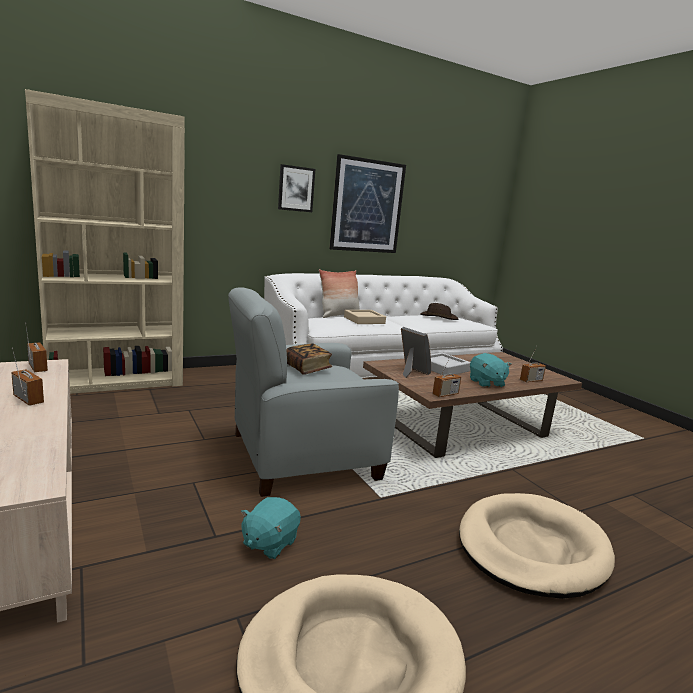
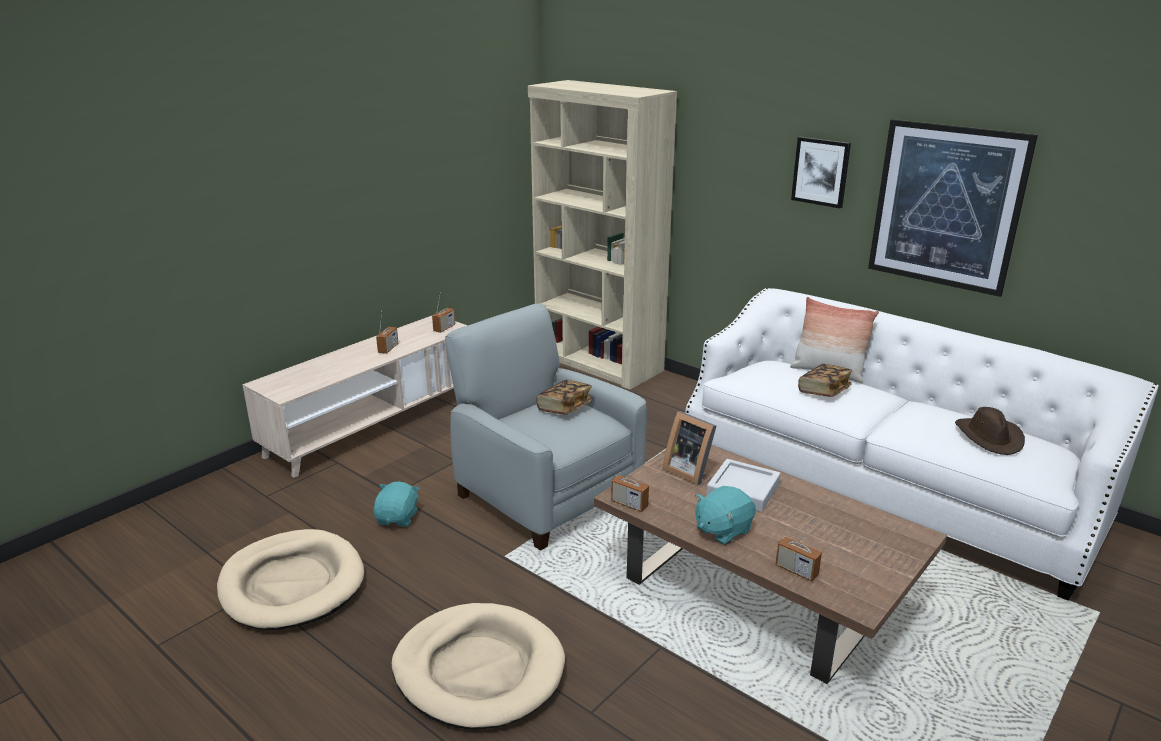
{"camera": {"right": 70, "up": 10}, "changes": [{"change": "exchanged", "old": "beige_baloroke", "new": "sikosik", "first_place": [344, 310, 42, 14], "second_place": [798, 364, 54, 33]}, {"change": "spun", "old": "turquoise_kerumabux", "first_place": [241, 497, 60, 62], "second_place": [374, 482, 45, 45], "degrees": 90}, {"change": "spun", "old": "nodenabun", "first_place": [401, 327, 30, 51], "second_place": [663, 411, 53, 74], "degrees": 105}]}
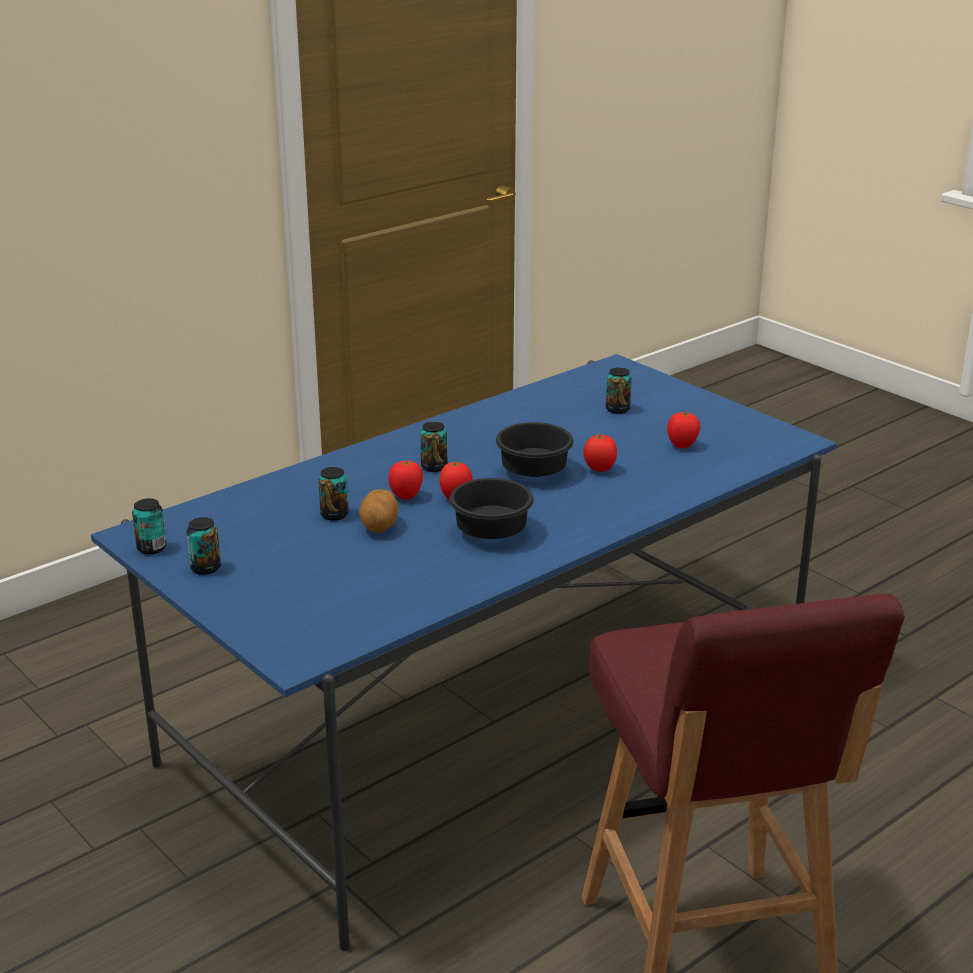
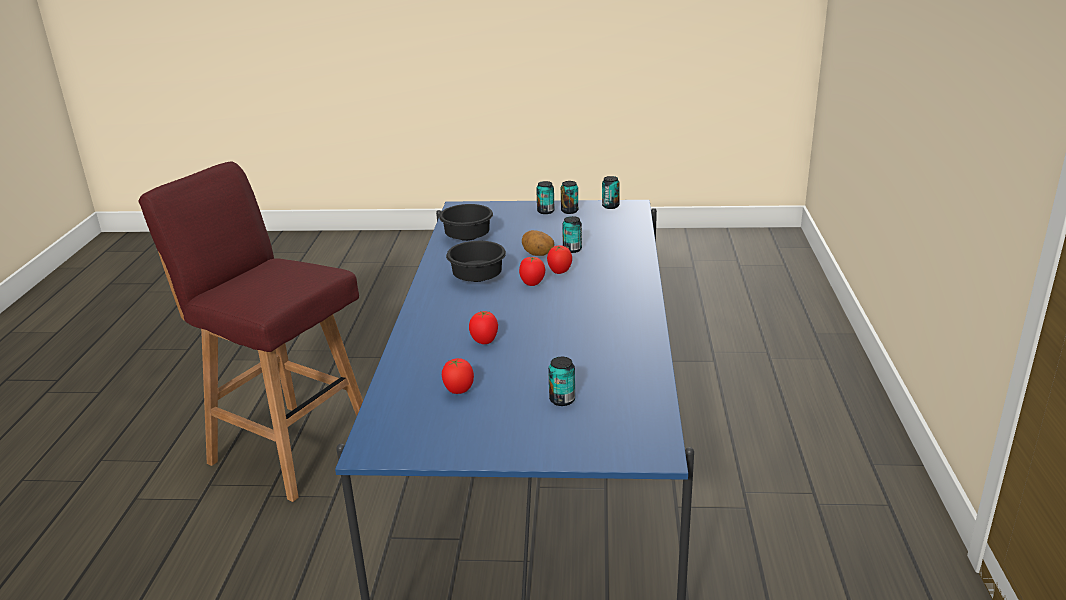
{"camera": {"right": 135, "up": 0}, "changes": [{"change": "relocated", "old": "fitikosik", "first_place": [420, 422, 27, 50], "second_place": [536, 181, 19, 33]}, {"change": "relocated", "old": "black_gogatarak", "first_place": [496, 422, 78, 55], "second_place": [439, 204, 54, 37]}]}
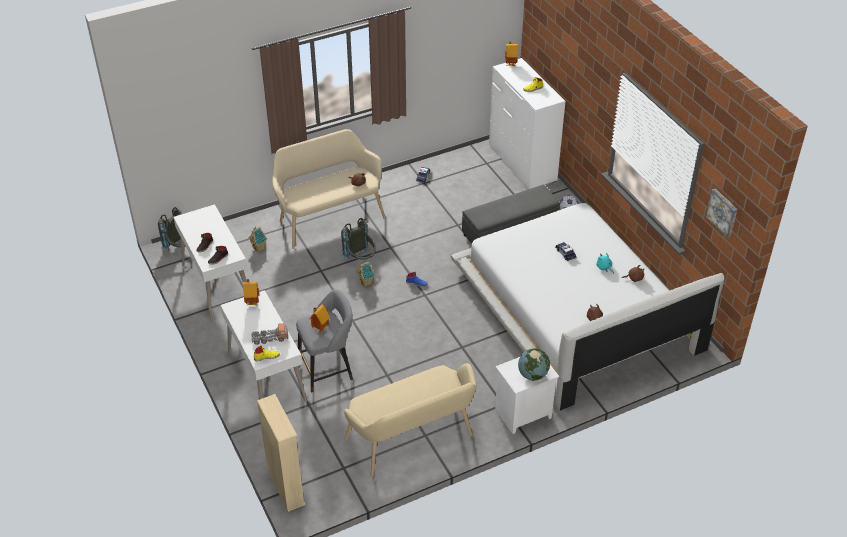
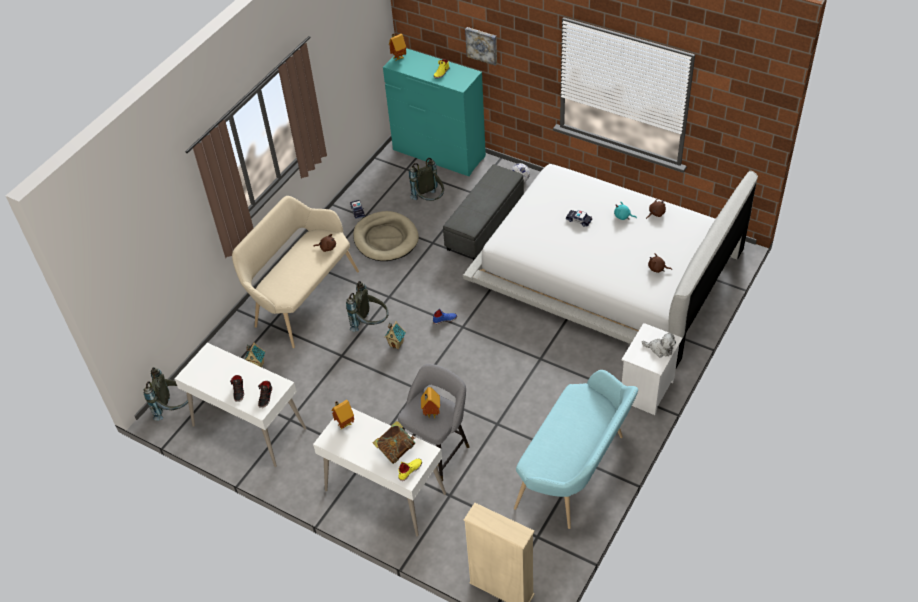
{"camera": {"right": -30, "up": 5}, "changes": [{"change": "appeared", "new": "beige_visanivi", "second_place": [353, 211, 66, 50]}, {"change": "appeared", "new": "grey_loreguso", "second_place": [409, 158, 35, 43]}, {"change": "relocated", "old": "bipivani", "first_place": [706, 189, 31, 49], "second_place": [465, 27, 32, 38]}, {"change": "exchanged", "old": "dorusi", "new": "sikosik", "first_place": [251, 323, 37, 22], "second_place": [373, 421, 42, 43]}, {"change": "exchanged", "old": "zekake", "new": "kerumabux", "first_place": [518, 348, 32, 33], "second_place": [642, 333, 34, 25]}, {"change": "colour", "old": "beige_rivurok", "new": "turquoise_rivurok", "first_place": [344, 363, 133, 113], "second_place": [514, 370, 124, 159]}, {"change": "colour", "old": "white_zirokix", "new": "turquoise_zirokix", "first_place": [489, 58, 76, 131], "second_place": [383, 48, 103, 128]}]}
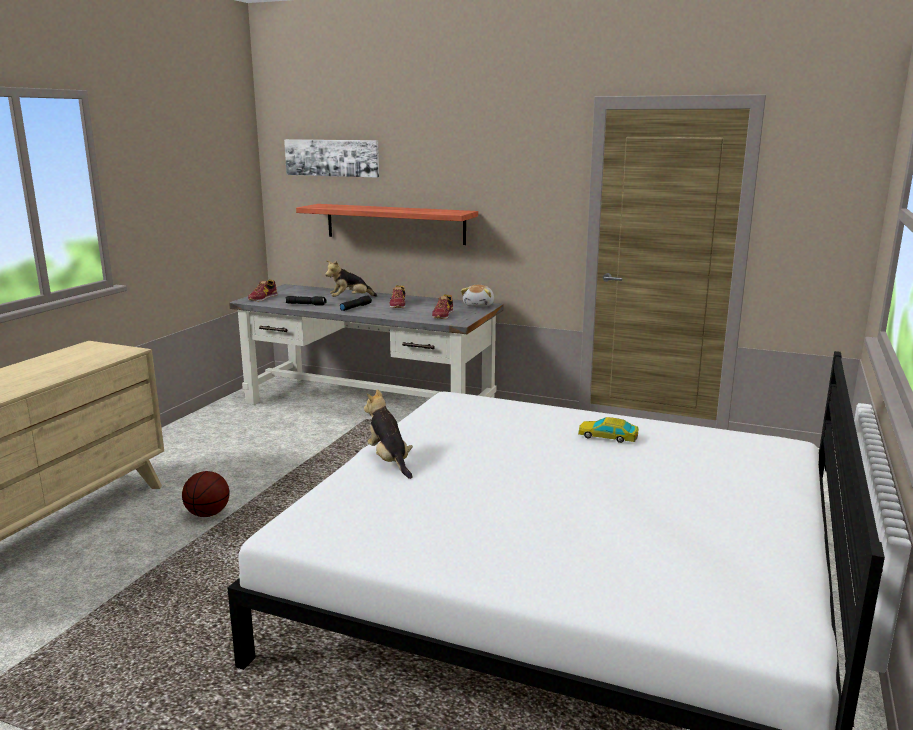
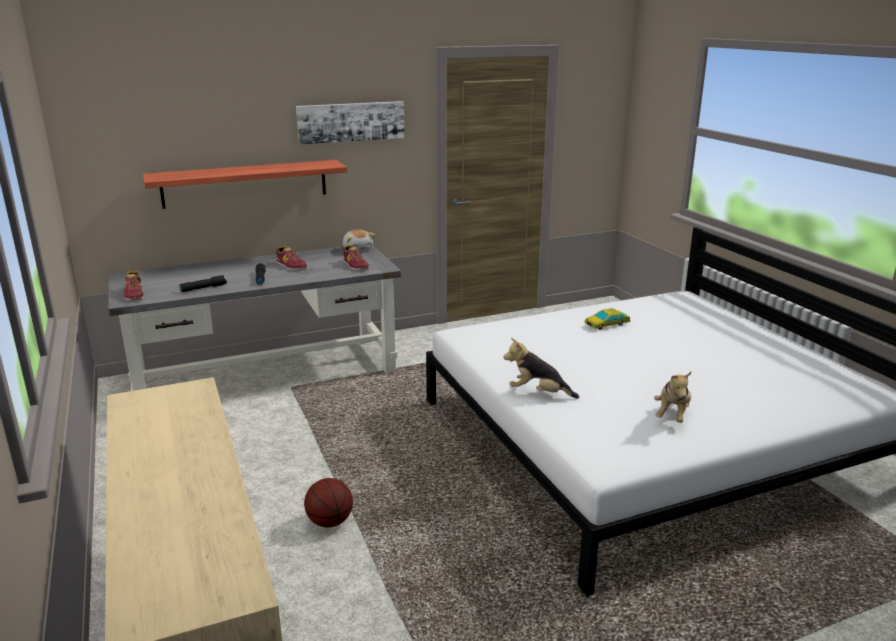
{"camera": {"right": -45, "up": 5}, "changes": [{"change": "relocated", "old": "bipivani", "first_place": [284, 139, 95, 39], "second_place": [296, 101, 108, 44]}, {"change": "relocated", "old": "kerumabux", "first_place": [325, 260, 52, 37], "second_place": [654, 372, 37, 51]}]}
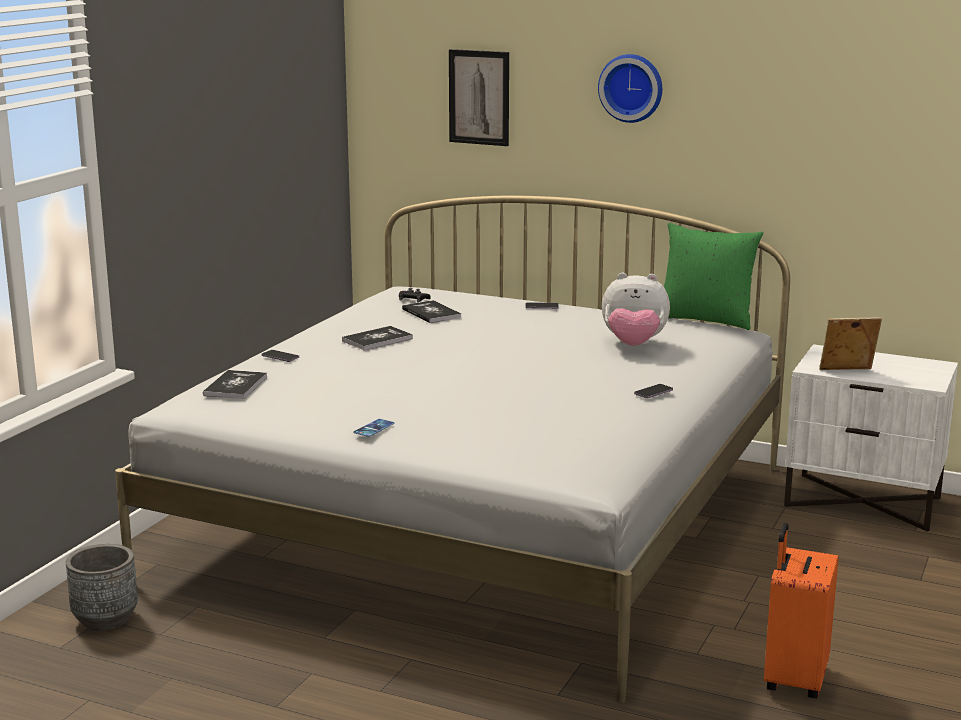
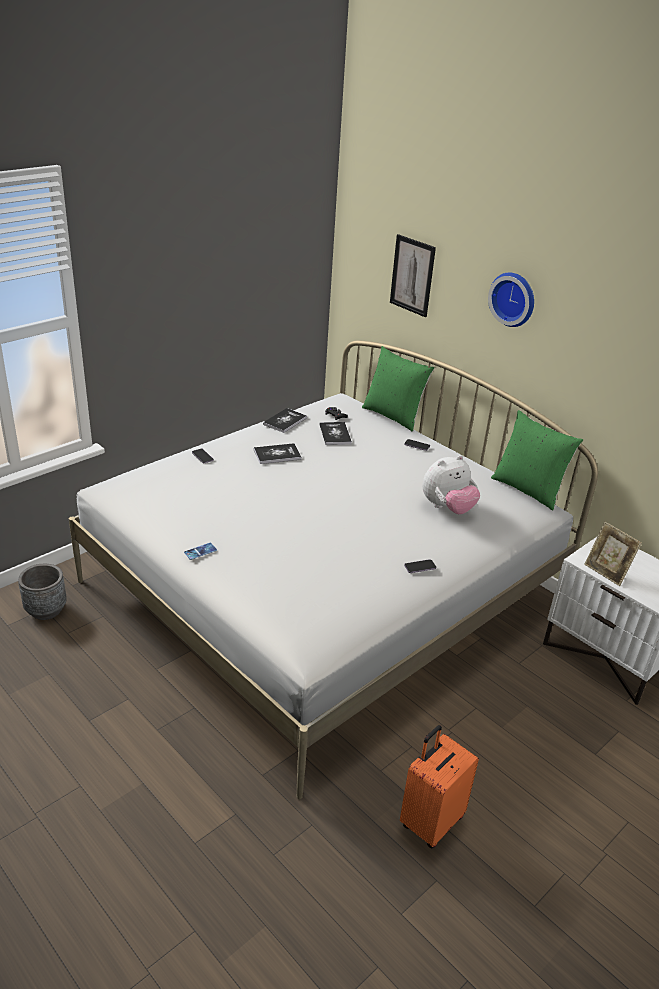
{"camera": {"right": 20, "up": 15}, "changes": [{"change": "appeared", "new": "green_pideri", "second_place": [362, 346, 73, 86]}, {"change": "relocated", "old": "sikosik", "first_place": [203, 370, 64, 29], "second_place": [263, 408, 44, 25]}, {"change": "spun", "old": "kerumabux", "first_place": [602, 273, 68, 73], "second_place": [423, 455, 57, 59], "degrees": -60}, {"change": "spun", "old": "nodenabun", "first_place": [819, 317, 63, 53], "second_place": [584, 522, 58, 64], "degrees": -150}]}
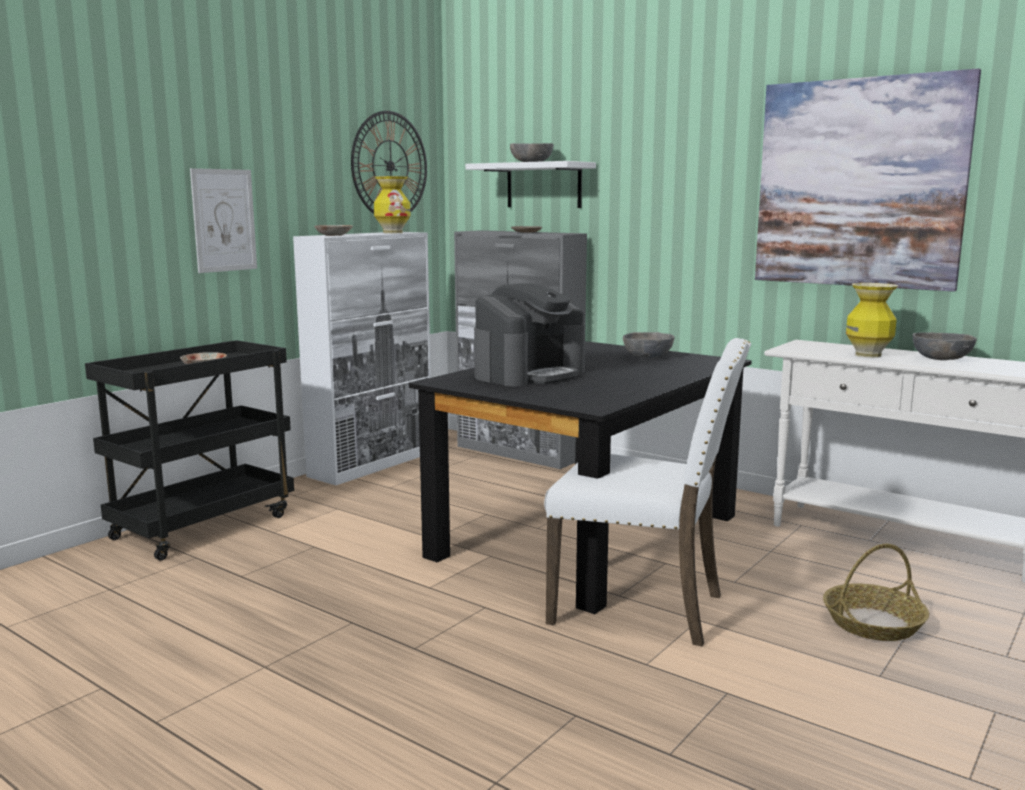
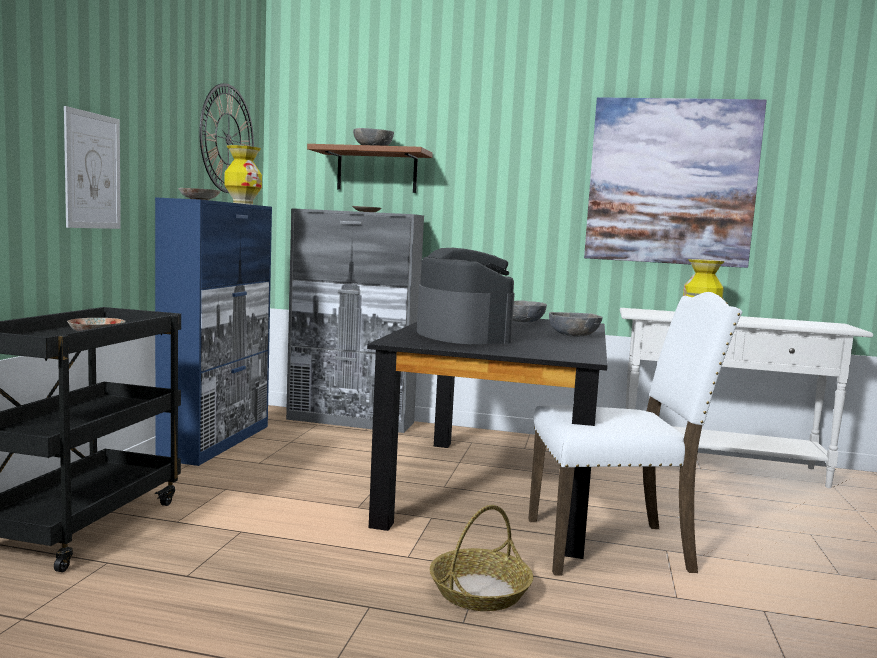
{"camera": {"right": -25, "up": -5}, "changes": [{"change": "relocated", "old": "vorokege", "first_place": [823, 544, 106, 97], "second_place": [430, 505, 103, 106]}, {"change": "relocated", "old": "grey_gogatarak", "first_place": [913, 332, 64, 28], "second_place": [549, 312, 53, 25]}, {"change": "colour", "old": "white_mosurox", "new": "blue_mosurox", "first_place": [293, 232, 138, 253], "second_place": [155, 197, 117, 269]}, {"change": "colour", "old": "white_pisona", "new": "brown_pisona", "first_place": [465, 161, 131, 47], "second_place": [307, 144, 126, 49]}, {"change": "spun", "old": "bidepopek", "first_place": [474, 283, 111, 104], "second_place": [417, 248, 98, 96], "degrees": -45}]}
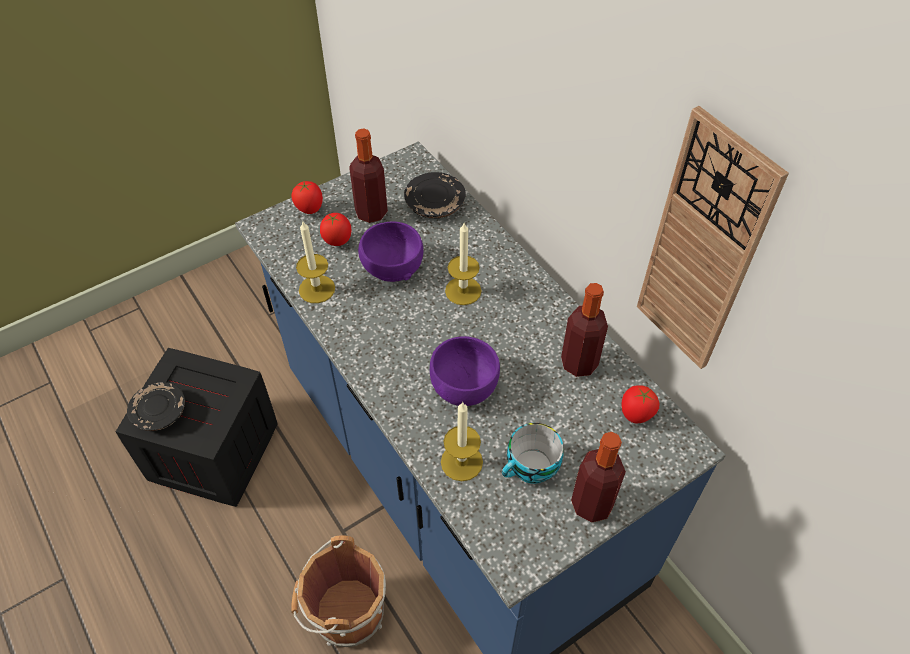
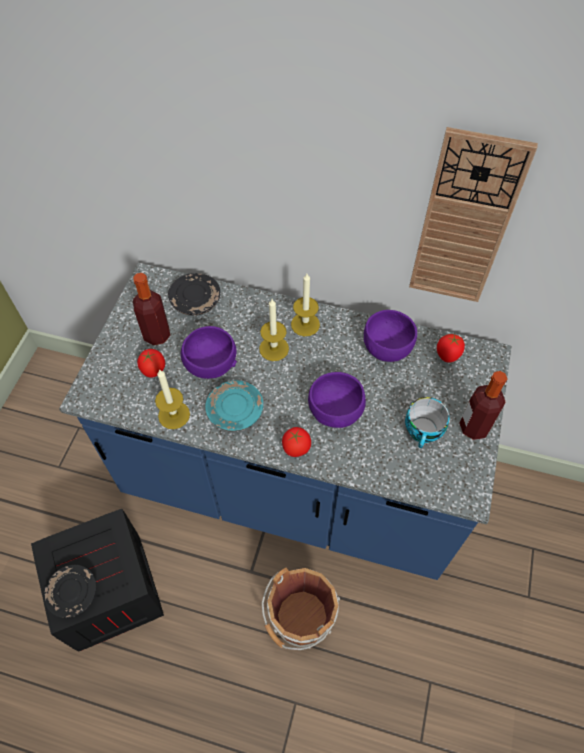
{"camera": {"right": -40, "up": 5}, "changes": [{"change": "appeared", "new": "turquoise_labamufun", "second_place": [205, 381, 58, 50]}, {"change": "relocated", "old": "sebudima", "first_place": [292, 181, 31, 33], "second_place": [282, 427, 29, 30]}, {"change": "relocated", "old": "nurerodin", "first_place": [441, 402, 42, 79], "second_place": [291, 273, 29, 63]}, {"change": "exchanged", "old": "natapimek", "new": "purple_gogatarak", "first_place": [561, 283, 47, 94], "second_place": [364, 310, 53, 52]}]}
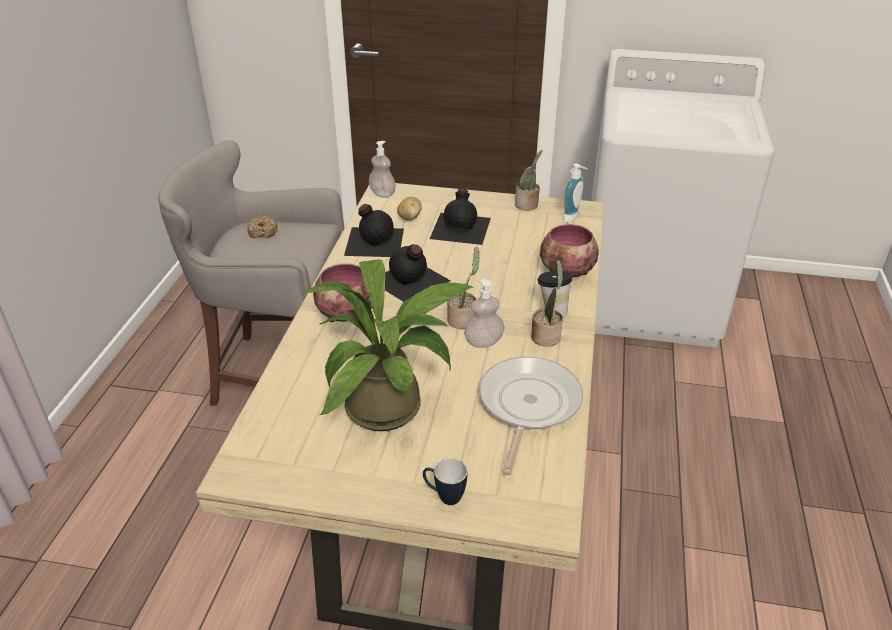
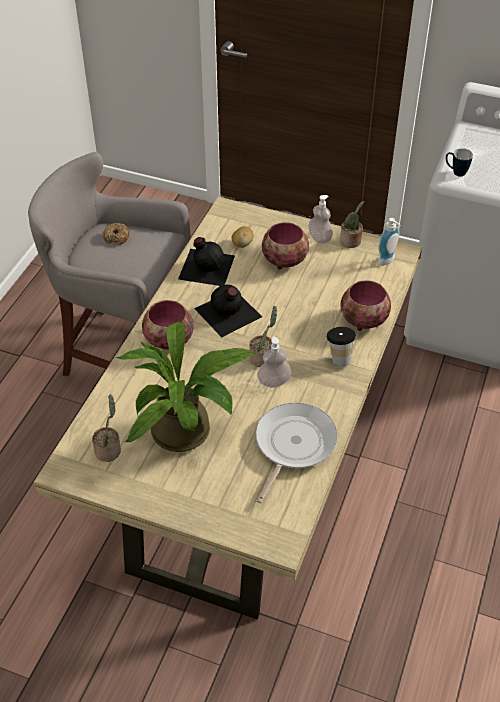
{"camera": {"right": 10, "up": 10}, "changes": [{"change": "relocated", "old": "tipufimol", "first_place": [369, 141, 27, 57], "second_place": [308, 195, 25, 49]}, {"change": "relocated", "old": "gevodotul", "first_place": [423, 458, 44, 47], "second_place": [446, 148, 27, 29]}, {"change": "relocated", "old": "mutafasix", "first_place": [531, 260, 32, 87], "second_place": [92, 394, 29, 68]}, {"change": "exchanged", "old": "black_natapimek", "new": "gogatarak", "first_place": [430, 189, 61, 56], "second_place": [262, 222, 47, 47]}]}
